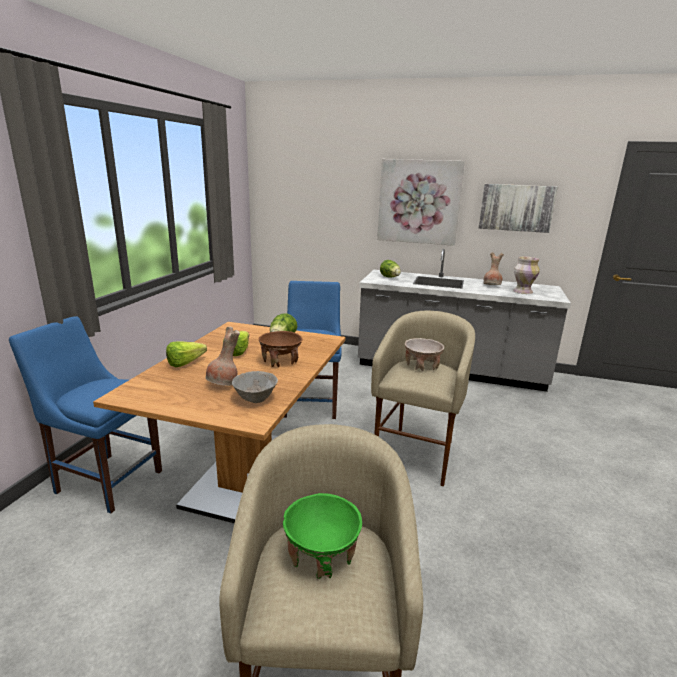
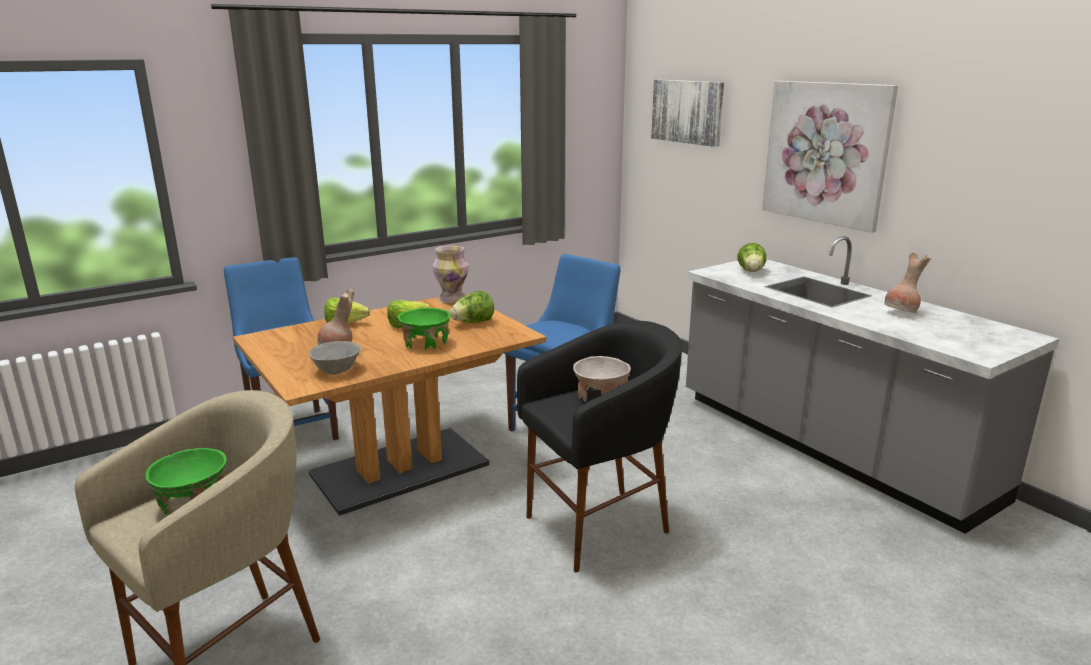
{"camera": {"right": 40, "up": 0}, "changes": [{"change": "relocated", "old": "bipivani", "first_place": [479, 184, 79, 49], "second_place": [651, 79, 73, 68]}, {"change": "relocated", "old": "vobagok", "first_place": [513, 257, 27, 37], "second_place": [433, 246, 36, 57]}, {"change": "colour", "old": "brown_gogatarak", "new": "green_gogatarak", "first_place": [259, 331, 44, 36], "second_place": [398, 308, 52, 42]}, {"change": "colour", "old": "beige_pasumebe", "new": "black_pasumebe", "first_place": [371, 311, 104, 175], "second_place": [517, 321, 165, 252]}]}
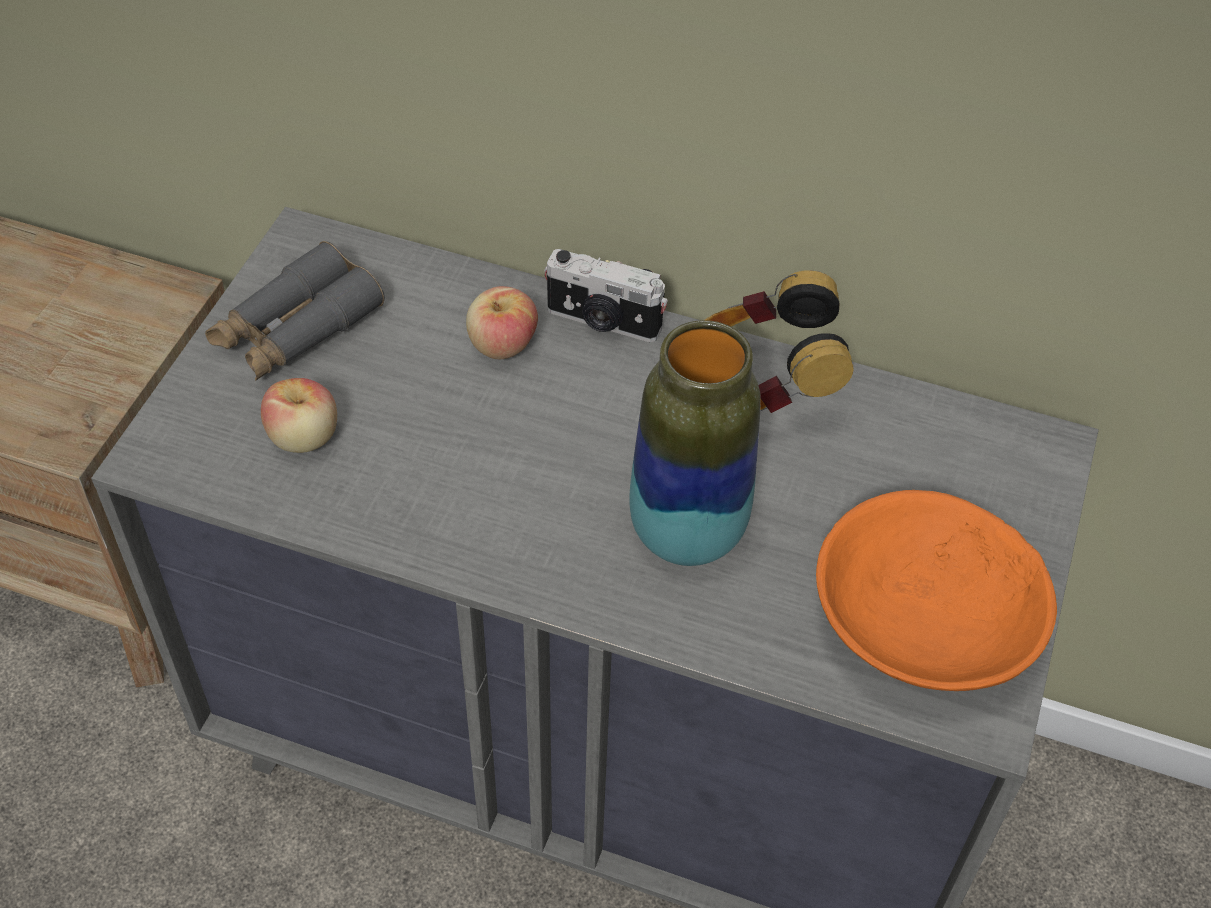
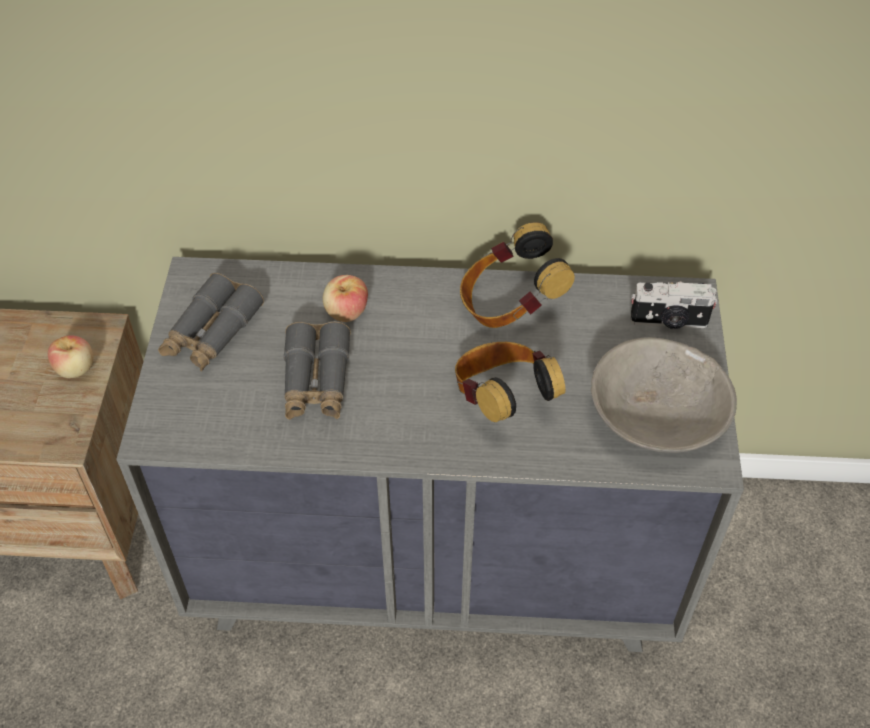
{"camera": {"right": -15, "up": 0}, "changes": [{"change": "appeared", "new": "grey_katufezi", "second_place": [283, 321, 68, 99]}, {"change": "relocated", "old": "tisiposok", "first_place": [261, 378, 76, 75], "second_place": [48, 335, 45, 43]}, {"change": "relocated", "old": "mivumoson", "first_place": [544, 249, 124, 93], "second_place": [630, 282, 88, 47]}, {"change": "exchanged", "old": "vobagok", "new": "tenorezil", "first_place": [629, 320, 132, 246], "second_place": [455, 342, 111, 80]}, {"change": "colour", "old": "orange_gogatarak", "new": "grey_gogatarak", "first_place": [816, 490, 241, 201], "second_place": [591, 337, 146, 116]}]}
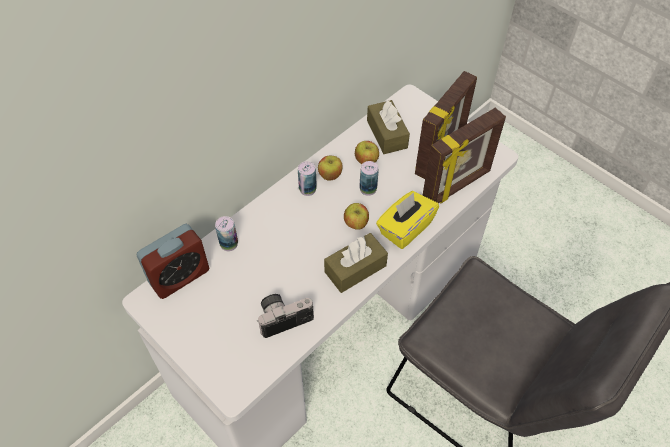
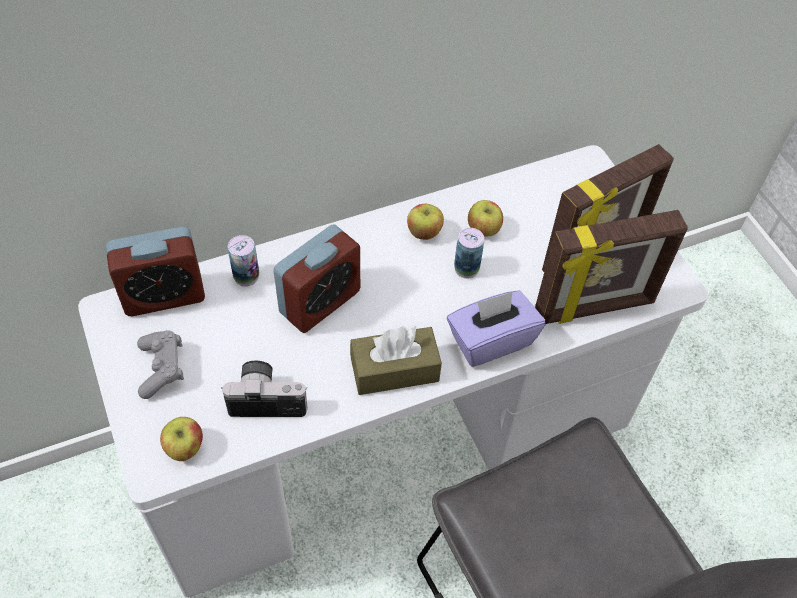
{"camera": {"right": 20, "up": 0}, "changes": [{"change": "missing", "old": "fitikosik", "first_place": [298, 161, 19, 35]}, {"change": "missing", "old": "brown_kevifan", "first_place": [367, 100, 43, 54]}, {"change": "appeared", "new": "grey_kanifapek", "second_place": [137, 330, 47, 69]}, {"change": "appeared", "new": "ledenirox", "second_place": [273, 224, 87, 109]}, {"change": "relocated", "old": "tisiposok", "first_place": [344, 203, 25, 27], "second_place": [160, 417, 43, 44]}, {"change": "colour", "old": "yellow_kevifan", "new": "purple_kevifan", "first_place": [376, 191, 63, 58], "second_place": [447, 290, 98, 77]}]}
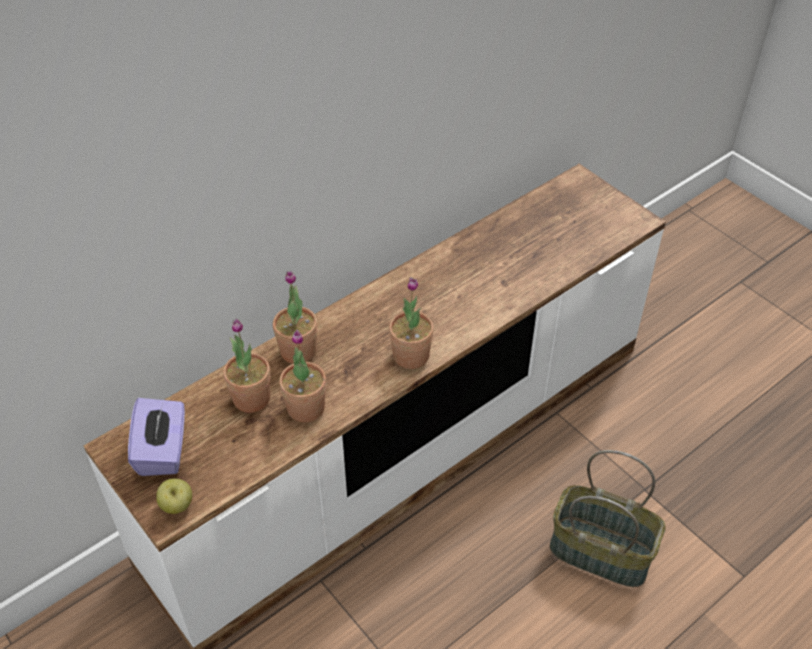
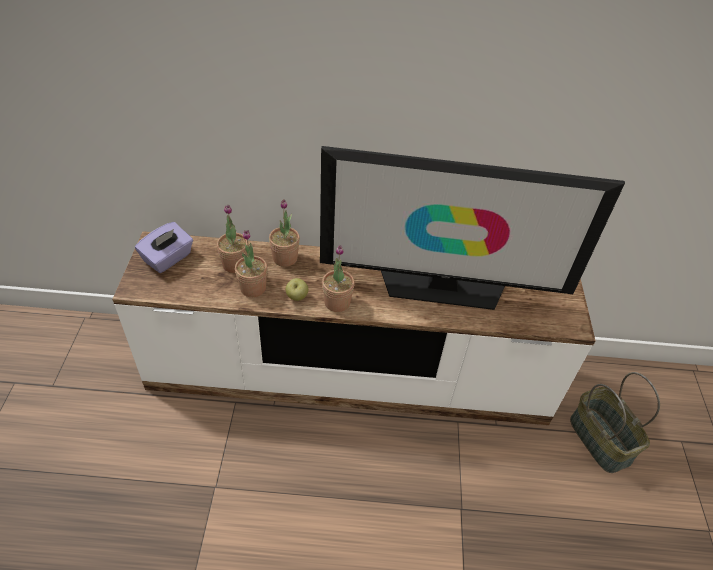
{"camera": {"right": 40, "up": 0}, "changes": [{"change": "appeared", "new": "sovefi", "second_place": [320, 146, 305, 164]}, {"change": "relocated", "old": "tisiposok", "first_place": [156, 479, 36, 35], "second_place": [286, 278, 22, 23]}, {"change": "relocated", "old": "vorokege", "first_place": [550, 450, 116, 137], "second_place": [570, 372, 90, 101]}]}
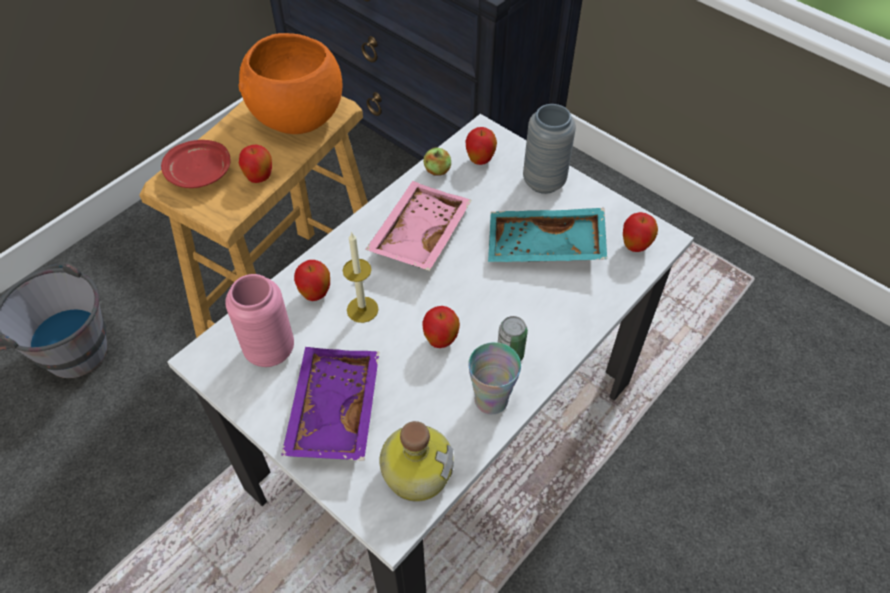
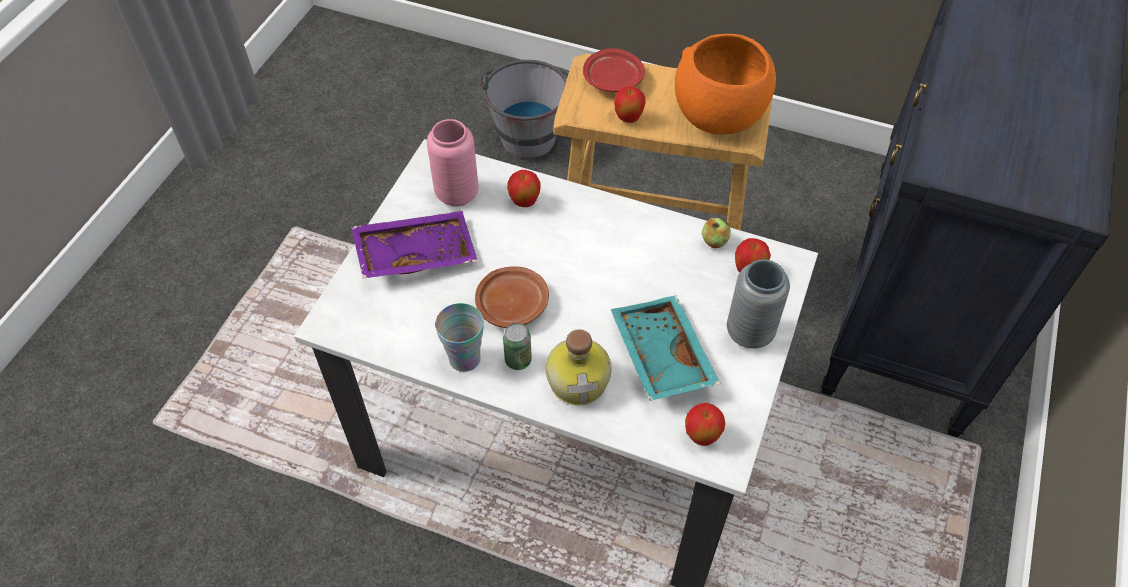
{"camera": {"right": 70, "up": 0}, "changes": [{"change": "missing", "old": "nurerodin", "first_place": [343, 232, 35, 91]}, {"change": "missing", "old": "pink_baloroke", "first_place": [365, 181, 107, 90]}, {"change": "relocated", "old": "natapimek", "first_place": [379, 421, 75, 81], "second_place": [546, 329, 66, 76]}, {"change": "exchanged", "old": "tisiposok", "new": "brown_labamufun", "first_place": [422, 306, 38, 42], "second_place": [475, 266, 74, 62]}]}
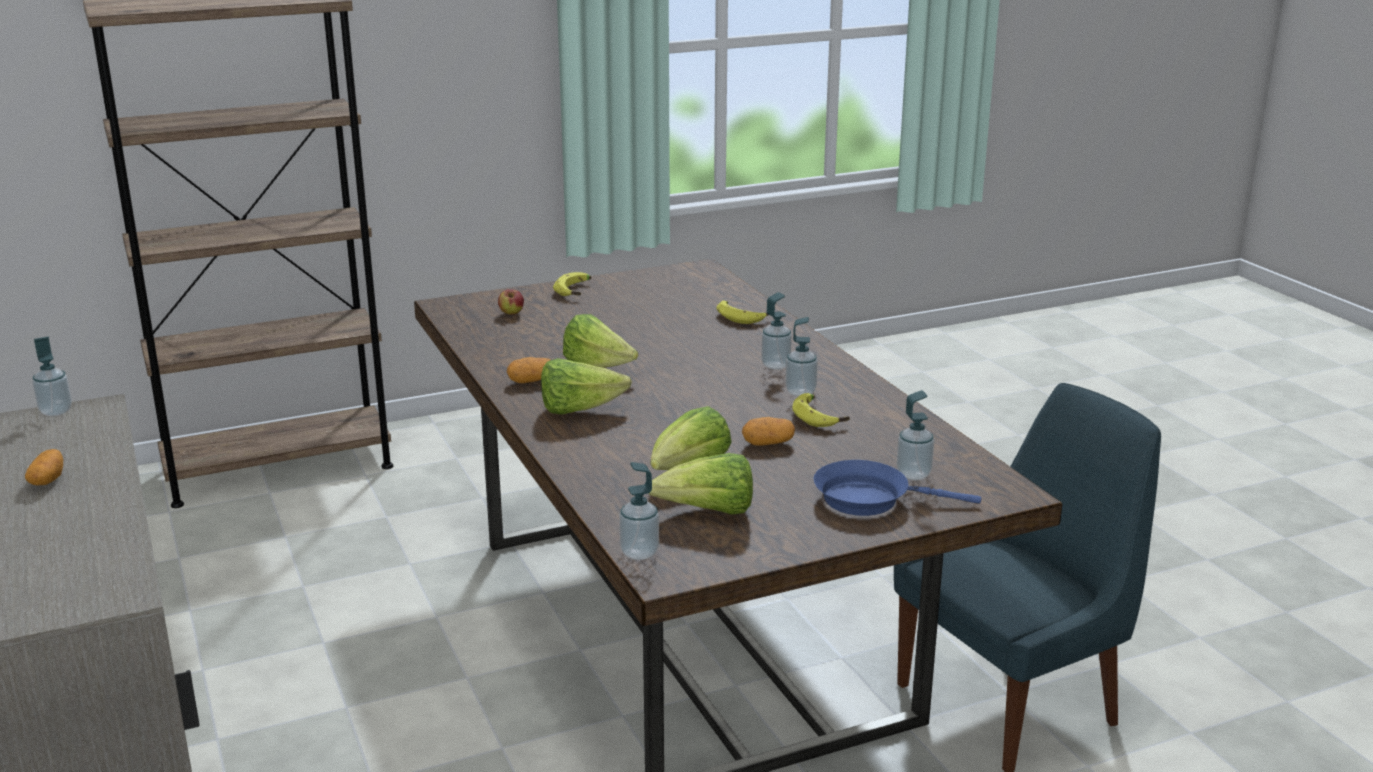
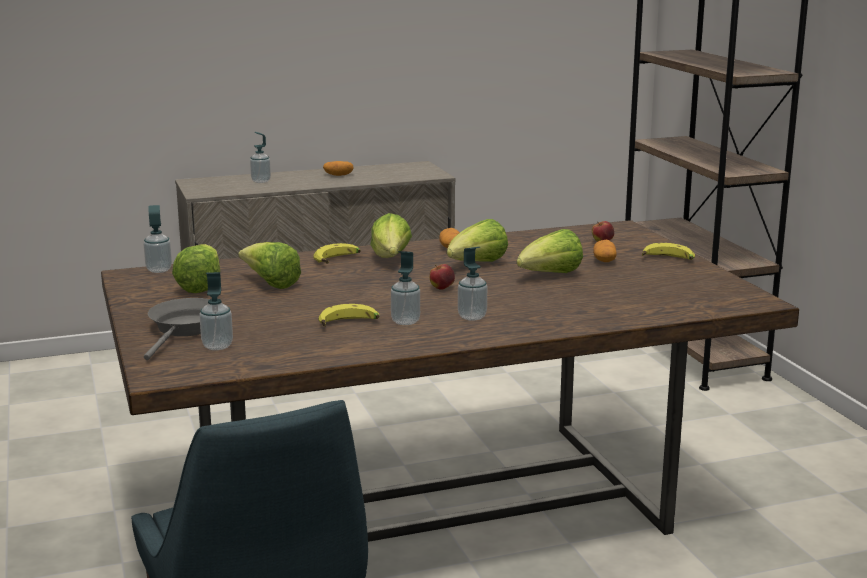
{"camera": {"right": 95, "up": -5}, "changes": [{"change": "appeared", "new": "tisiposok", "second_place": [430, 264, 25, 26]}, {"change": "appeared", "new": "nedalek", "second_place": [517, 229, 66, 44]}, {"change": "relocated", "old": "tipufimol", "first_place": [32, 337, 40, 79], "second_place": [250, 132, 21, 51]}, {"change": "relocated", "old": "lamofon", "first_place": [717, 300, 52, 24], "second_place": [313, 243, 48, 20]}, {"change": "relocated", "old": "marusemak", "first_place": [742, 417, 53, 29], "second_place": [593, 240, 24, 22]}, {"change": "colour", "old": "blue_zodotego", "new": "grey_zodotego", "first_place": [814, 460, 167, 56], "second_place": [144, 298, 79, 62]}]}
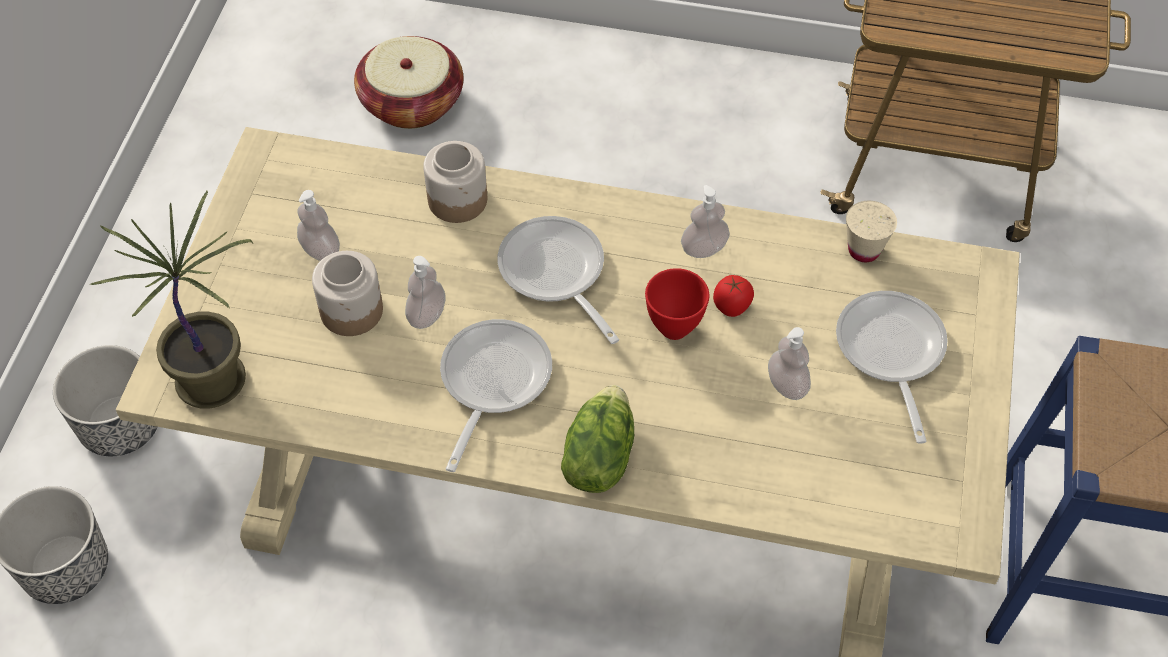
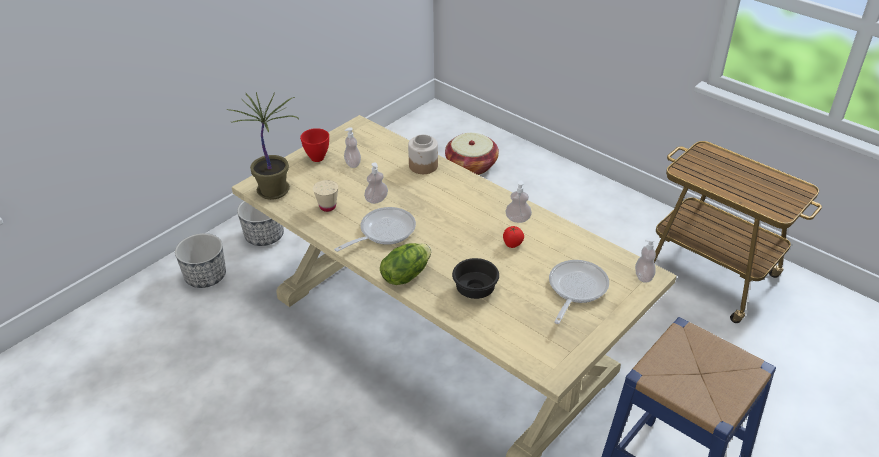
{"camera": {"right": 30, "up": -15}, "changes": [{"change": "missing", "old": "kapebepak", "first_place": [312, 251, 71, 85]}, {"change": "missing", "old": "zodotego", "first_place": [498, 216, 121, 128]}, {"change": "appeared", "new": "black_gogatarak", "second_place": [452, 258, 47, 41]}, {"change": "relocated", "old": "red_gogatarak", "first_place": [645, 268, 64, 72], "second_place": [300, 128, 29, 34]}, {"change": "relocated", "old": "tipufimol", "first_place": [768, 327, 43, 73], "second_place": [635, 238, 21, 45]}, {"change": "relocated", "old": "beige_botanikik", "first_place": [846, 201, 51, 61], "second_place": [313, 180, 25, 32]}]}
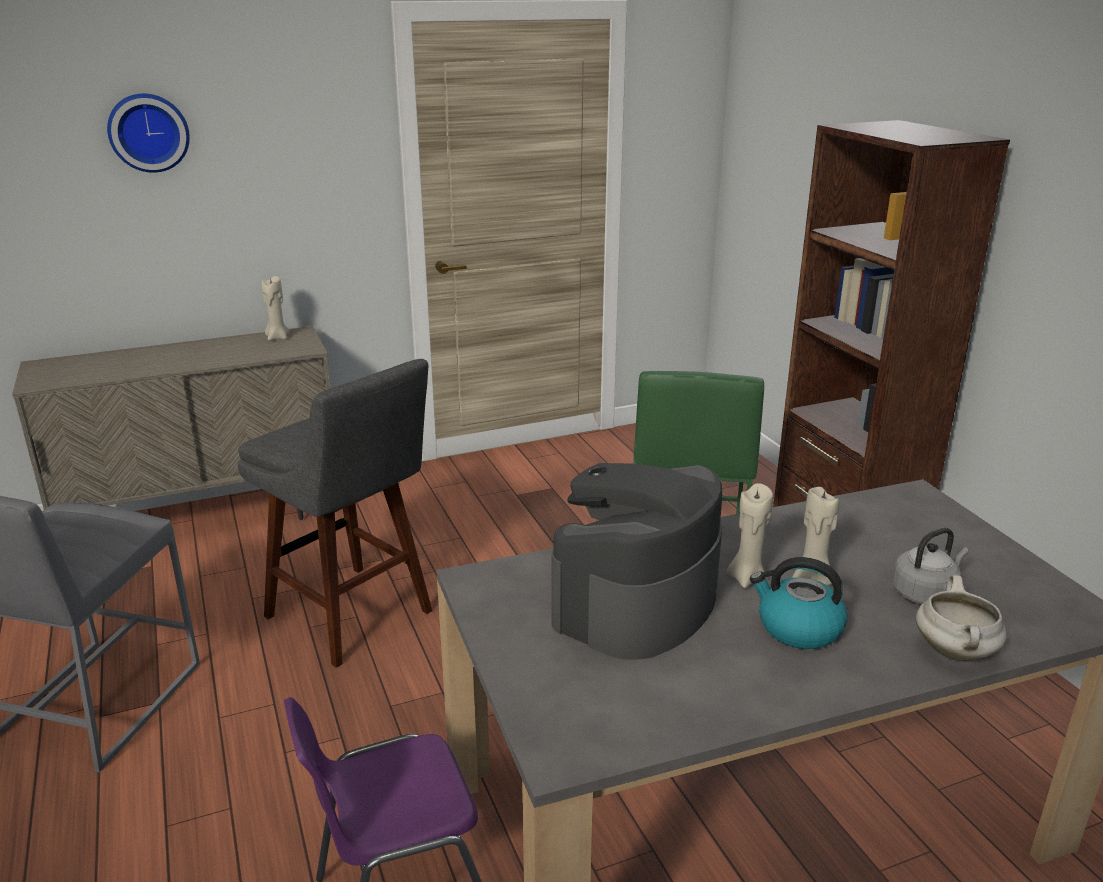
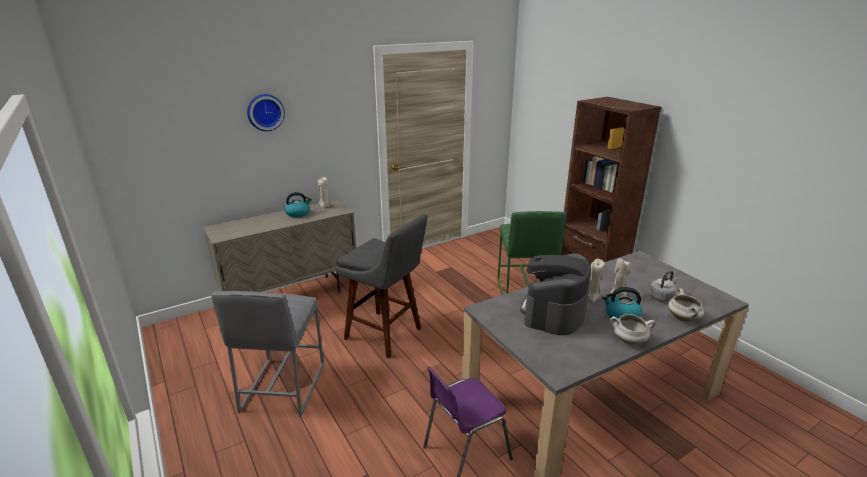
{"camera": {"right": -10, "up": 0}, "changes": [{"change": "appeared", "new": "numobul", "second_place": [285, 192, 27, 25]}, {"change": "appeared", "new": "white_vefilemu", "second_place": [610, 314, 46, 30]}]}
